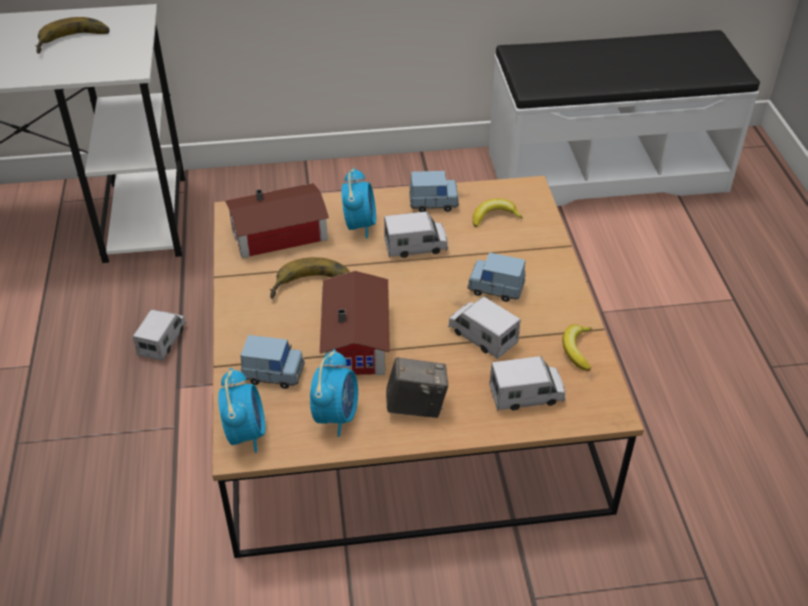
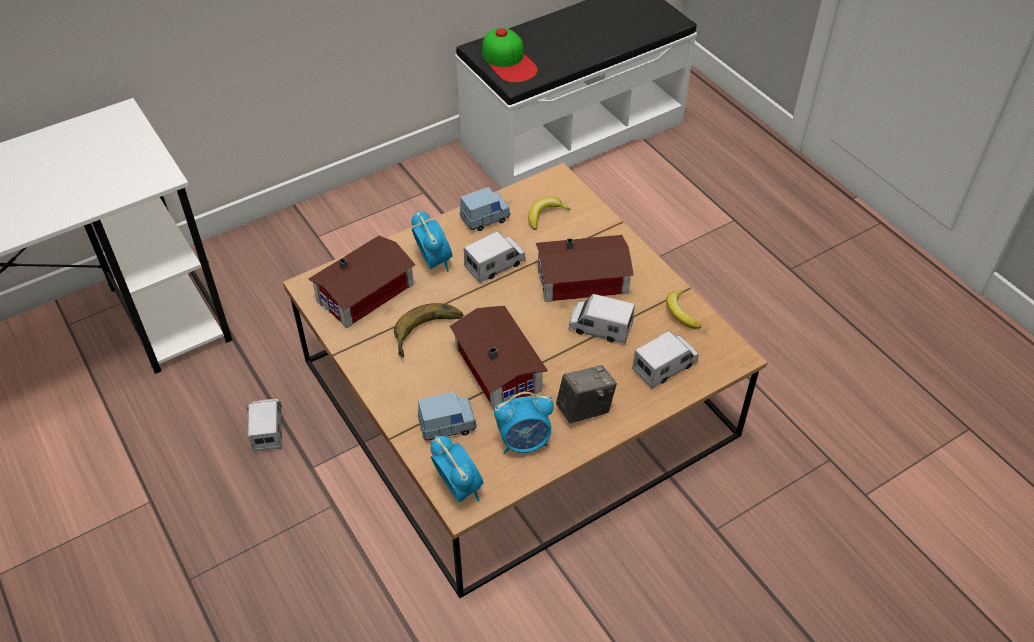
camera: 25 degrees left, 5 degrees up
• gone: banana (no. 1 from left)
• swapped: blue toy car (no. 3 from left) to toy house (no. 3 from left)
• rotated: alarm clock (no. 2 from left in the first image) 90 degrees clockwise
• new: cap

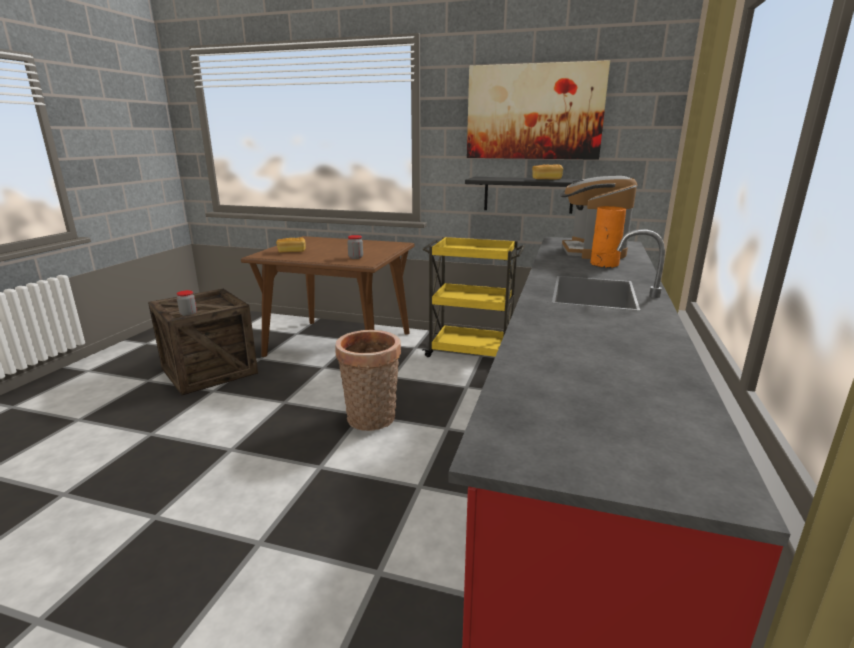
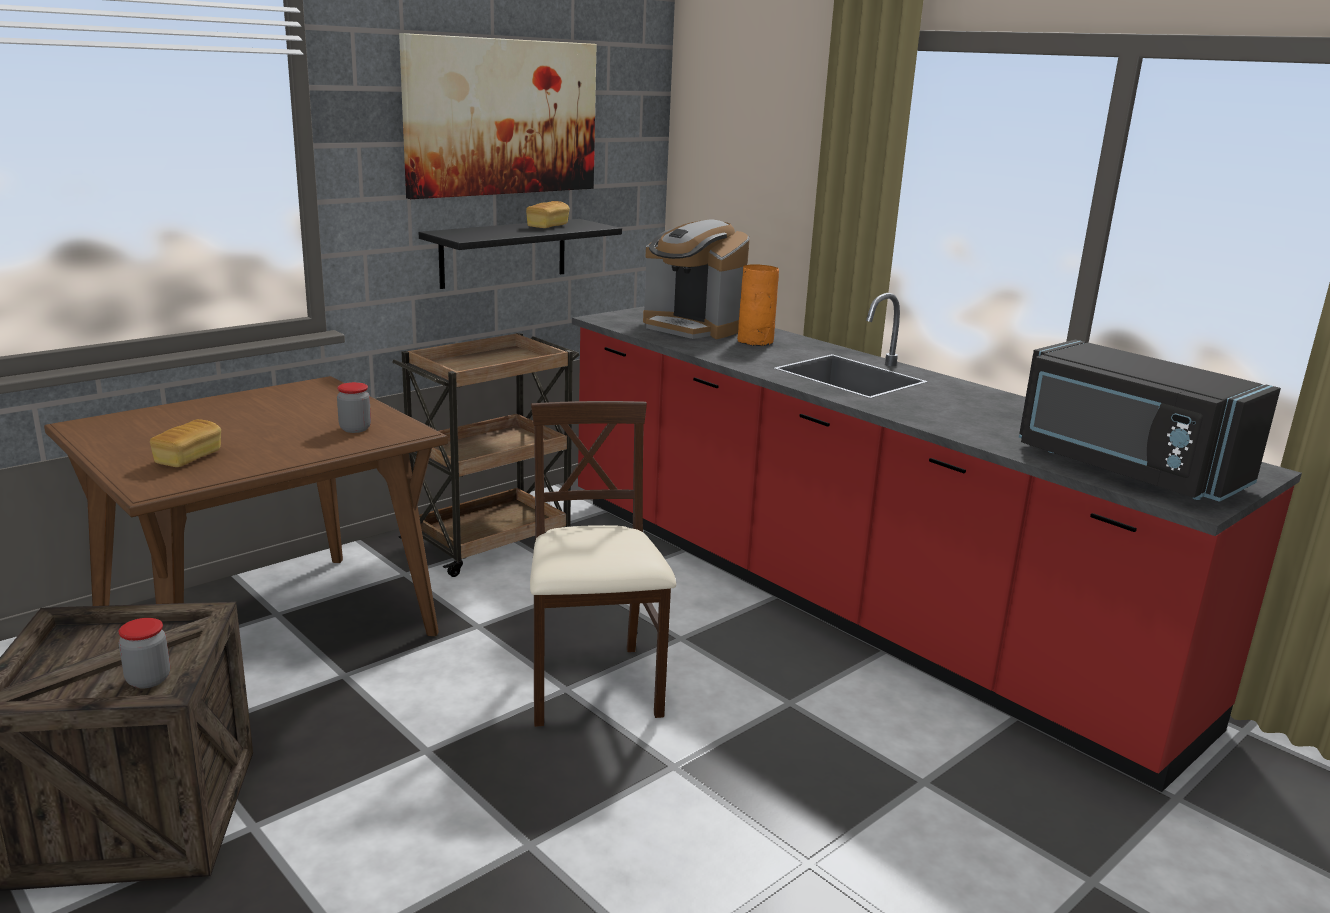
camera: 60 degrees left, 0 degrees up
• repainted: yellow cart to brown cart
• swapped: basket to beige chair
• new: black microwave

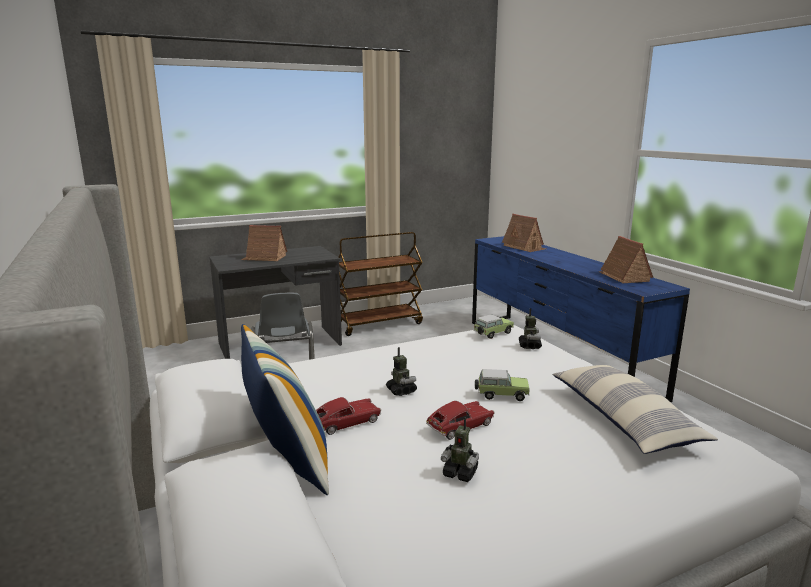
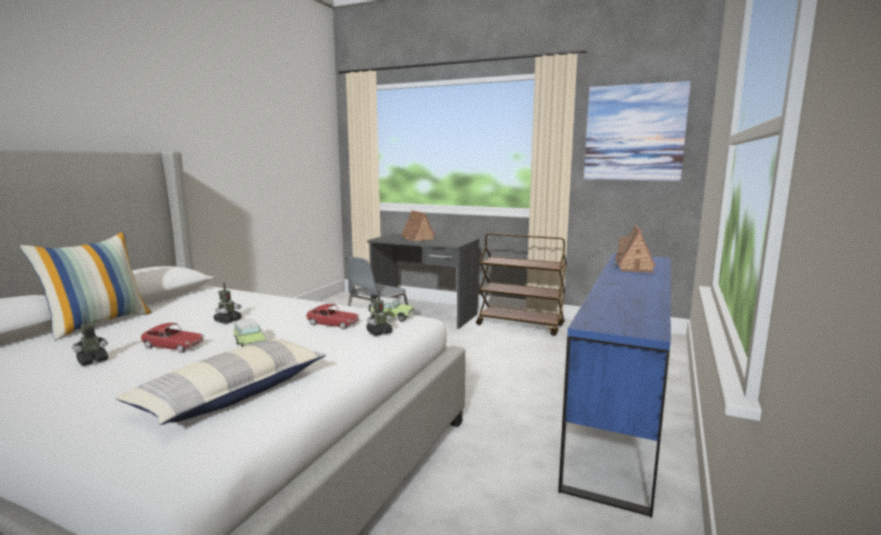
camera: 50 degrees right, 5 degrees down
• gone: toy house (no. 3 from left)
• shifted: toy car (no. 1 from left in the first image) to toy car (no. 3 from left)
• rotated: toy robot (no. 2 from left in the first image) 60 degrees clockwise
• new: picture

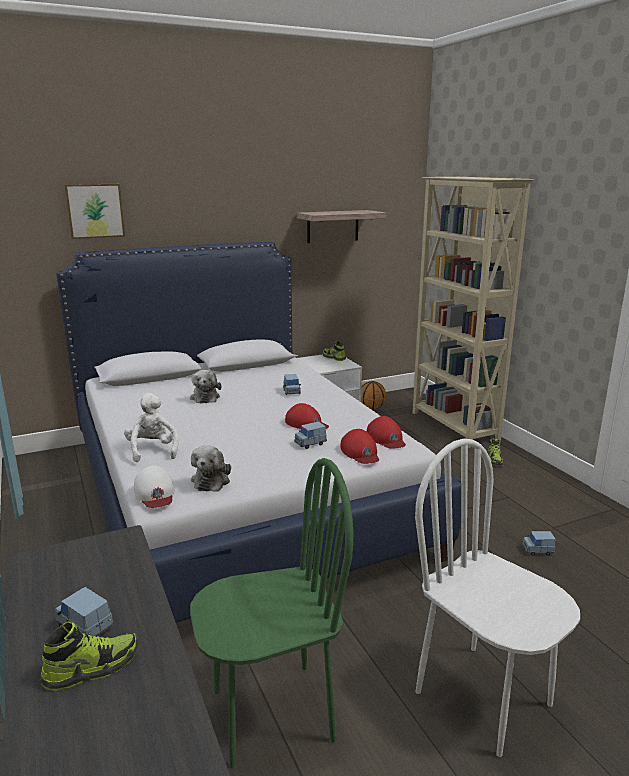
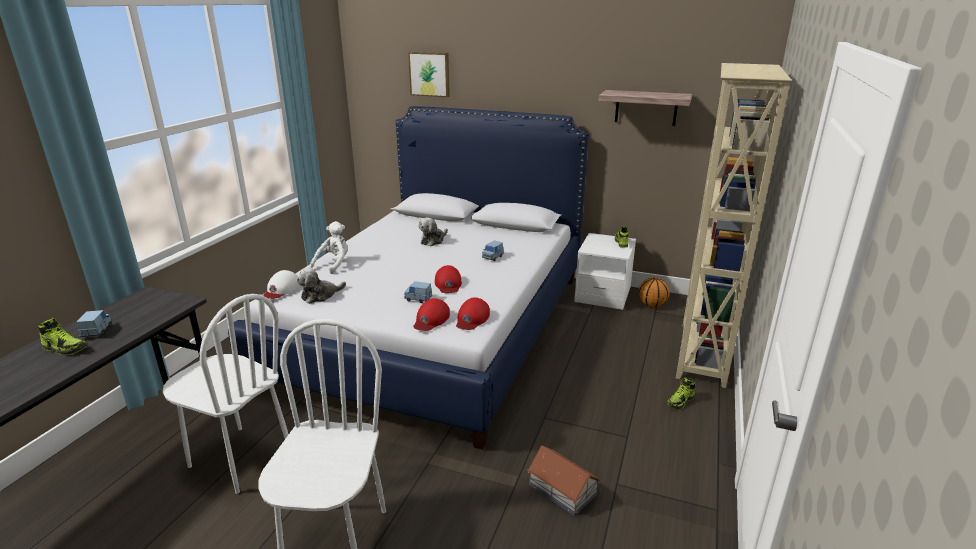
camera: 45 degrees right, 5 degrees up
• repainted: green chair to white chair (no. 1 from left)
• swapped: blue toy car (no. 4 from left) to toy house

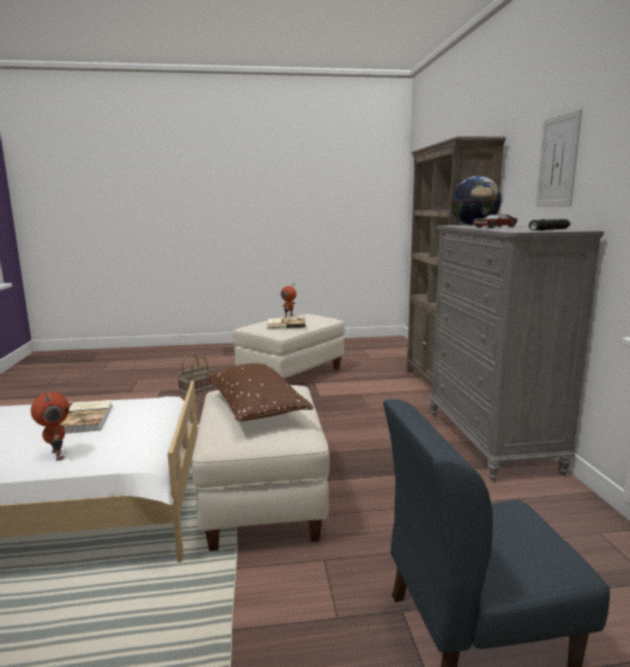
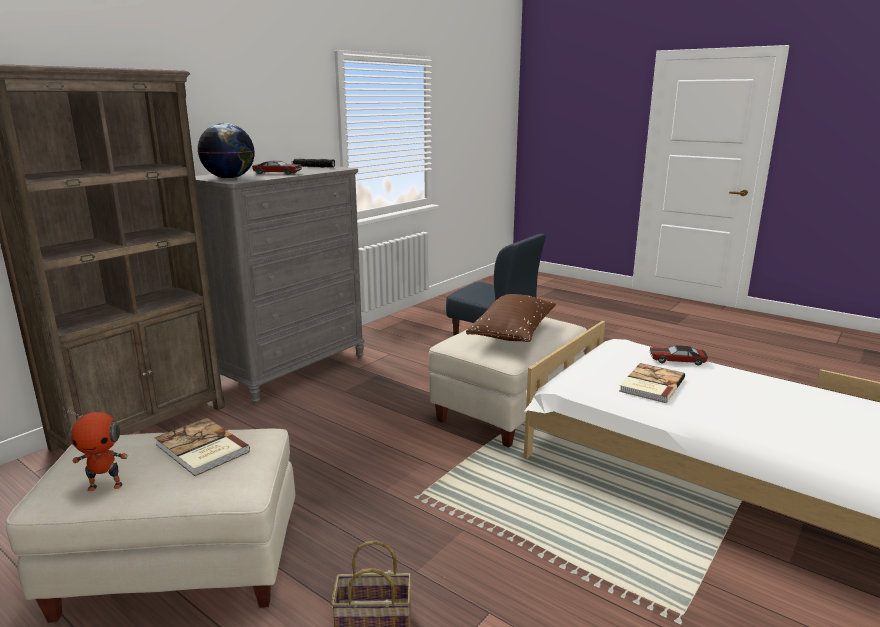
camera: 135 degrees left, 5 degrees up
• gone: picture
• swapped: toy robot (no. 1 from left) to toy car (no. 2 from left)

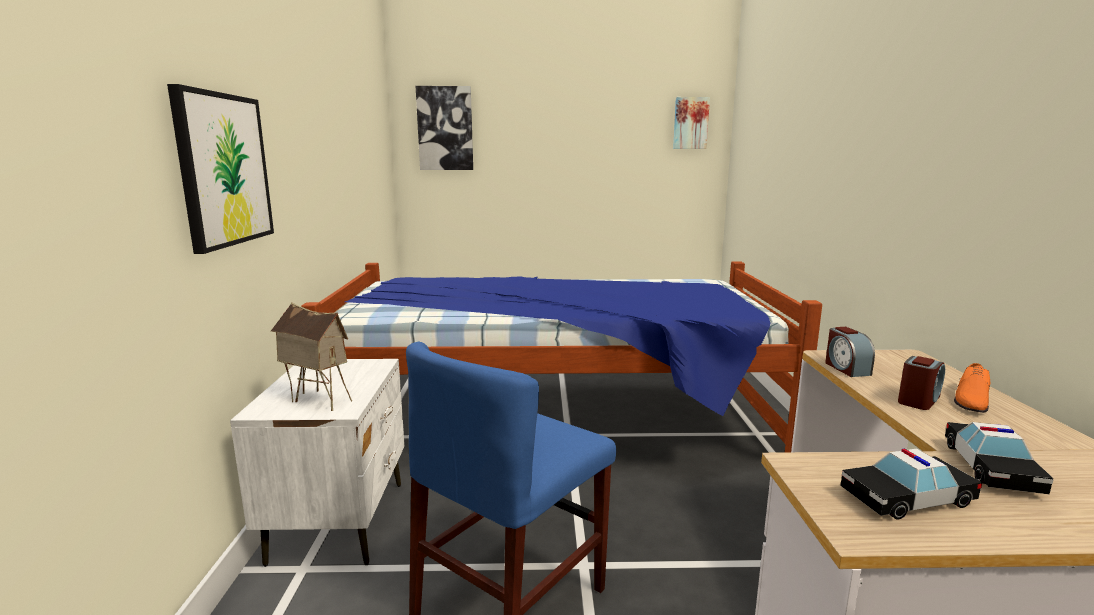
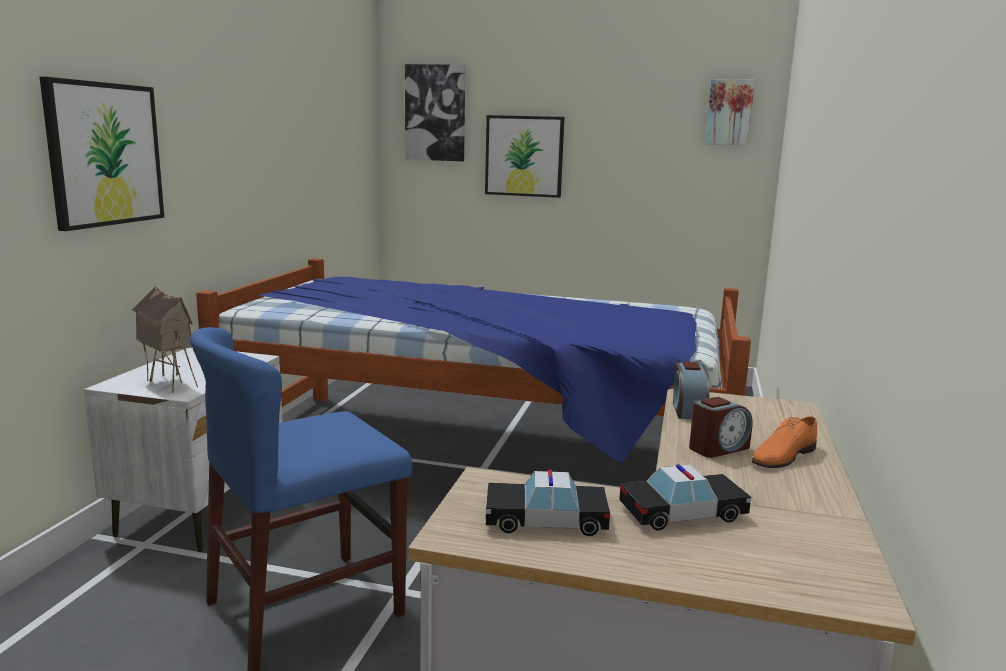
camera: 15 degrees right, 0 degrees up
• rotated: toy car (no. 2 from left) 135 degrees counterclockwise
• new: picture (no. 3 from left)

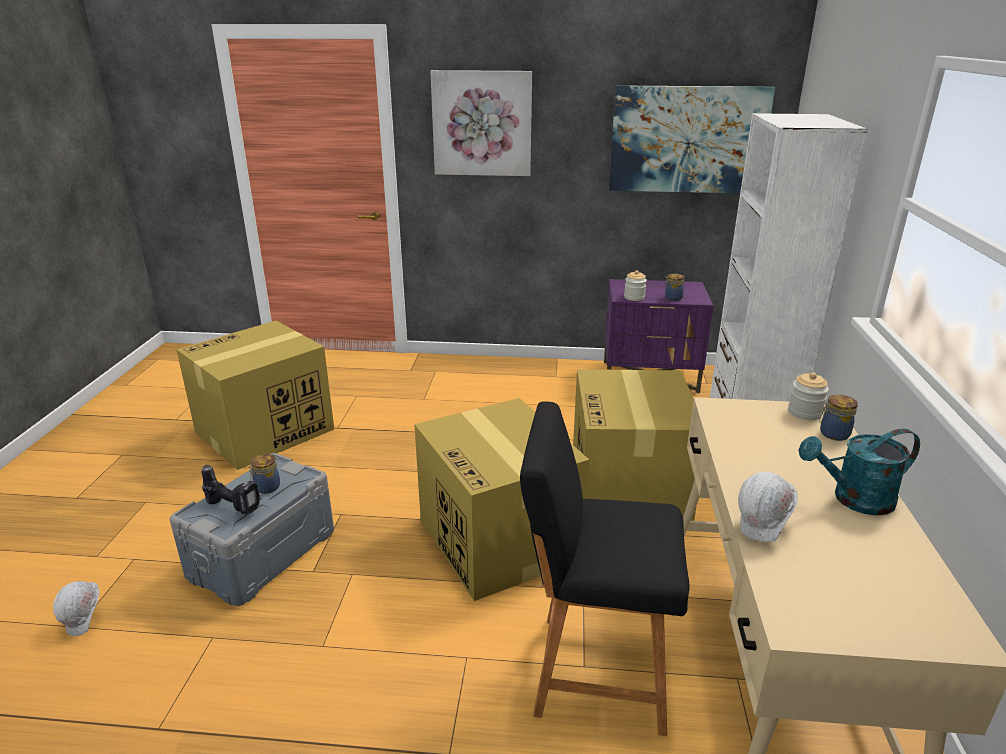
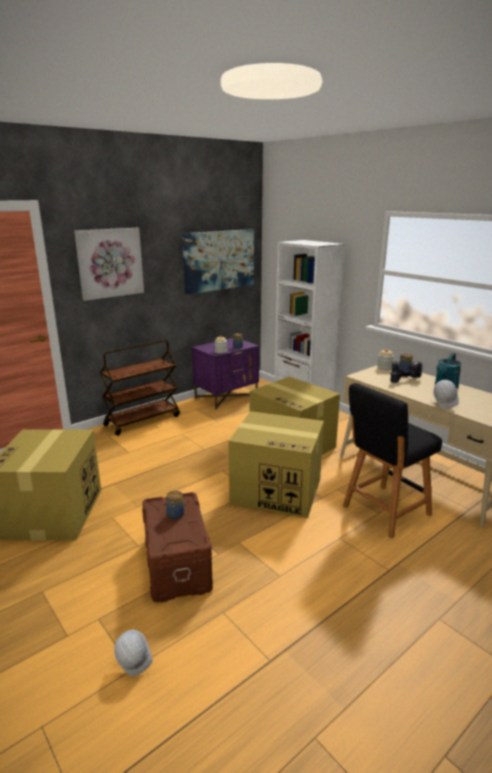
camera: 45 degrees left, 5 degrees down
• repainted: grey storage box to brown storage box
• shifted: power drill
• new: brown cart

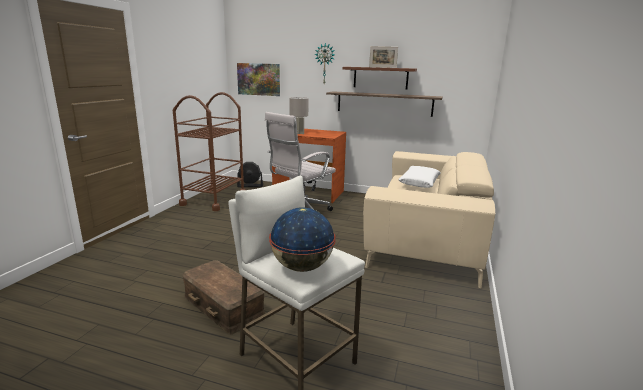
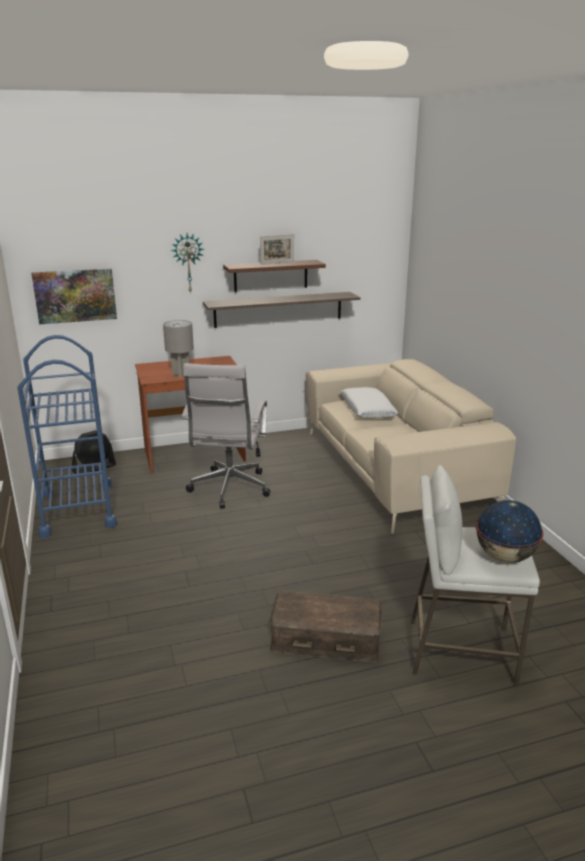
camera: 35 degrees left, 5 degrees up
• repainted: brown cart to blue cart

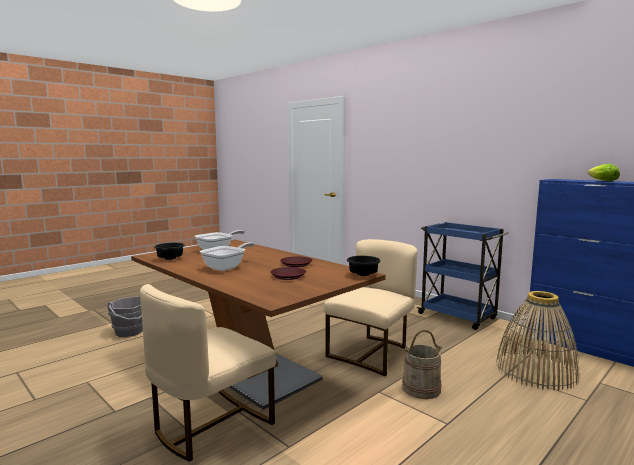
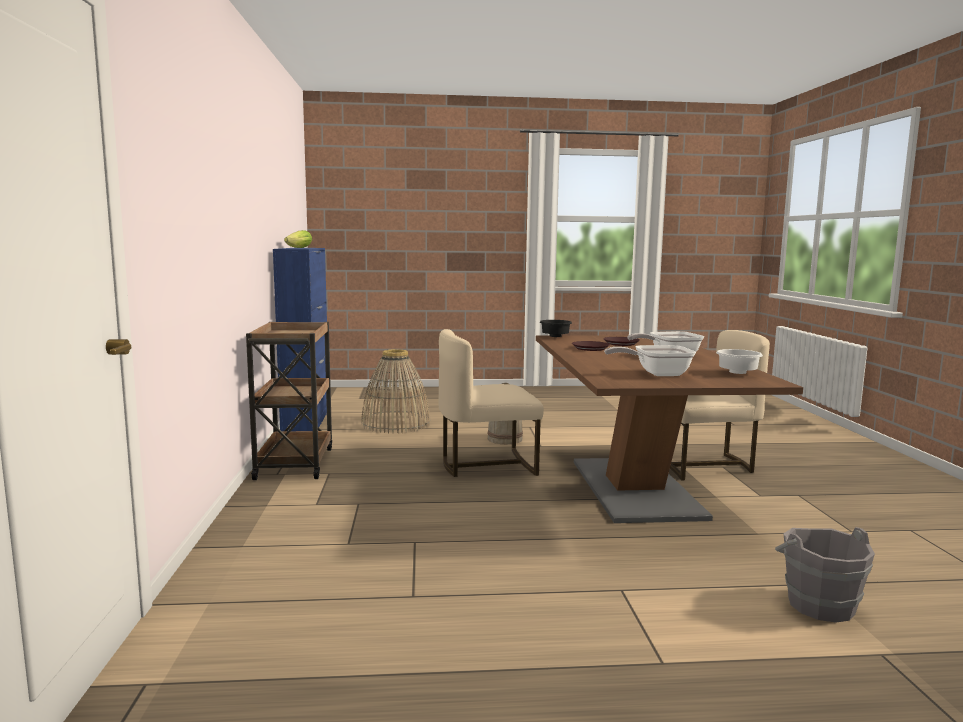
camera: 140 degrees left, 0 degrees up
• repainted: blue cart to brown cart
• repainted: black bowl (no. 1 from left) to white bowl

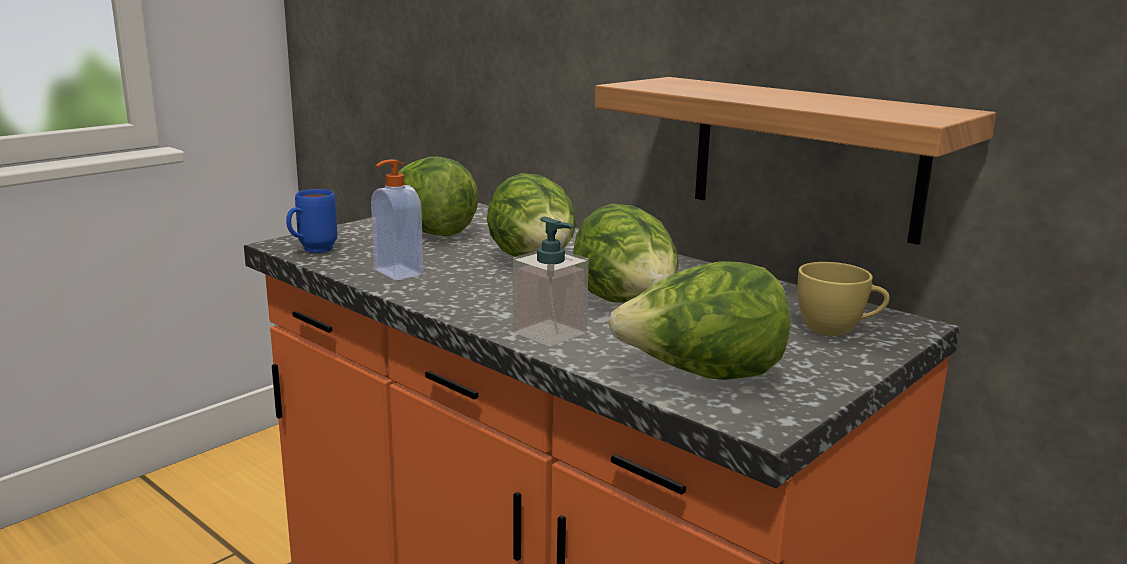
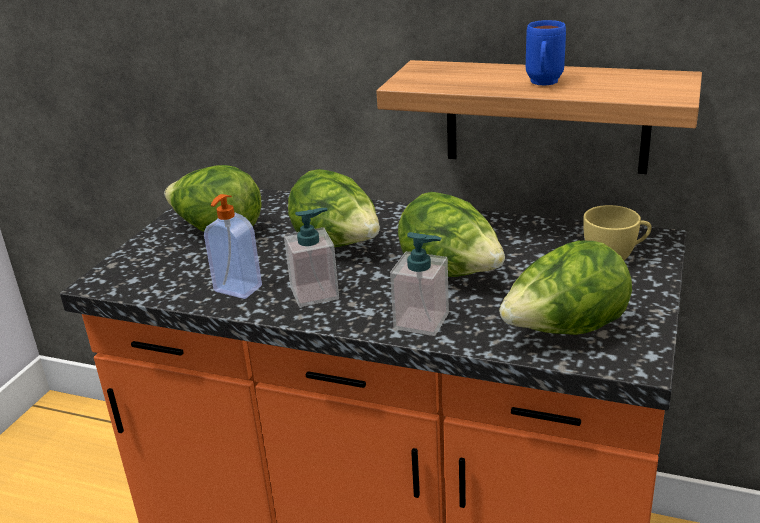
camera: 20 degrees left, 10 degrees up
• shifted: blue mug
• new: soap dispenser (no. 2 from left)

